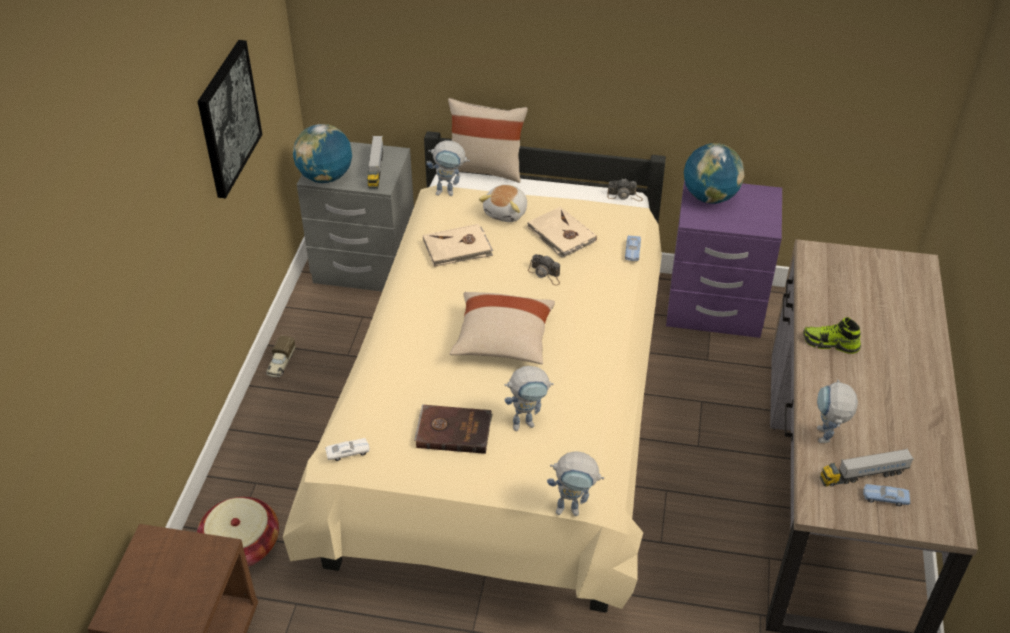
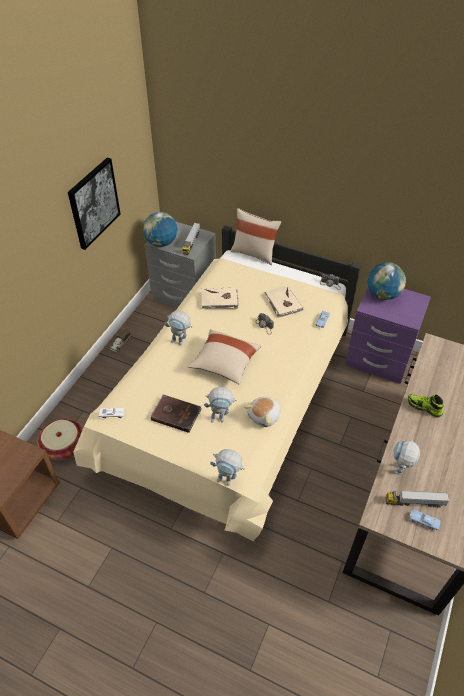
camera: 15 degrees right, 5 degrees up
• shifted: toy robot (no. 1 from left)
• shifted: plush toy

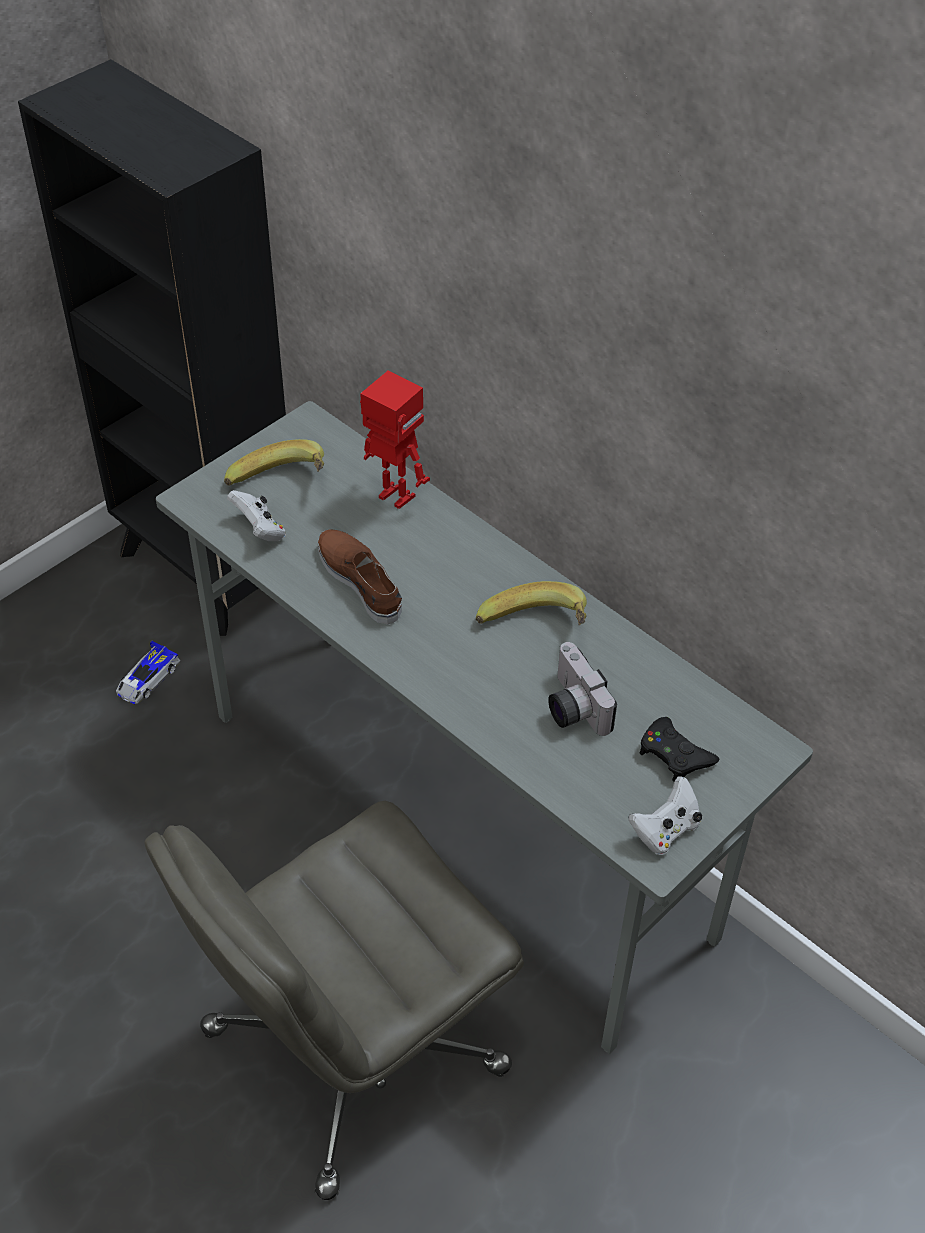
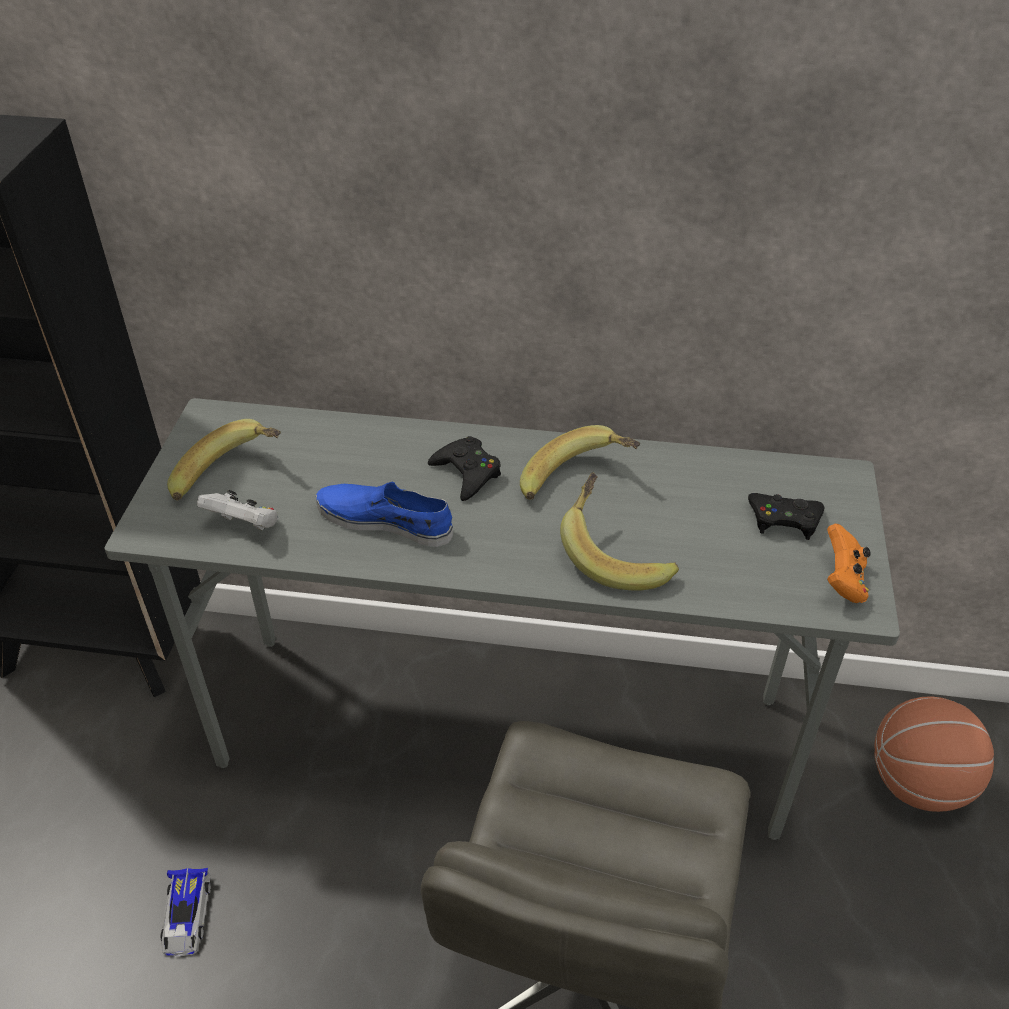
camera: 35 degrees left, 5 degrees down
• gone: toy robot
• repainted: brown shoe to blue shoe
• shifted: toy car
• gone: photo camera
• repainted: white game controller (no. 2 from left) to orange game controller
• new: black game controller (no. 1 from left)
• new: banana (no. 3 from left)
• new: basketball

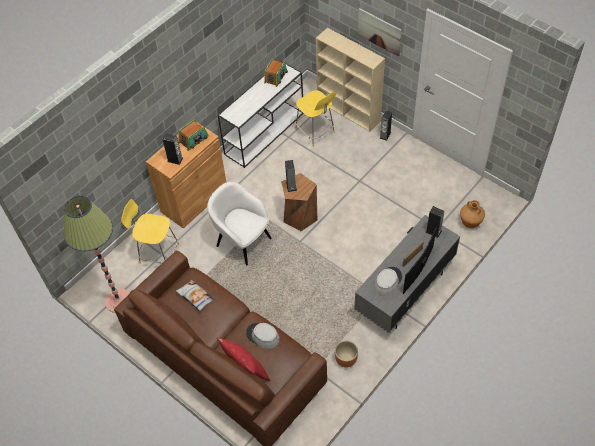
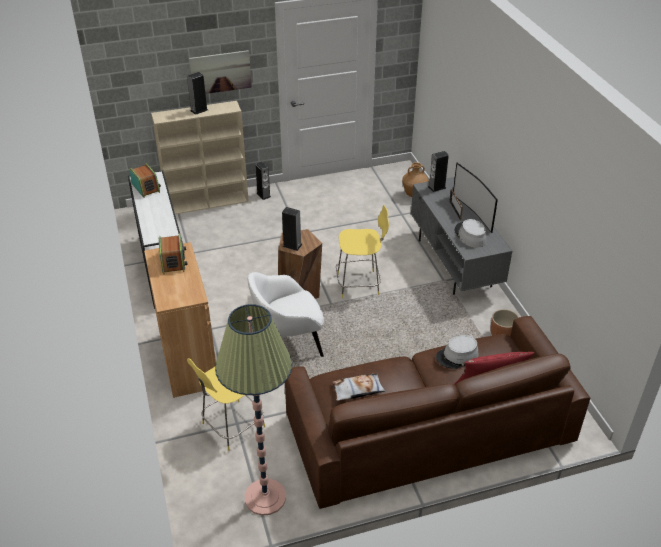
camera: 60 degrees left, 15 degrees down
• shifted: yellow stool (no. 2 from left)
• shifted: speaker (no. 1 from left)

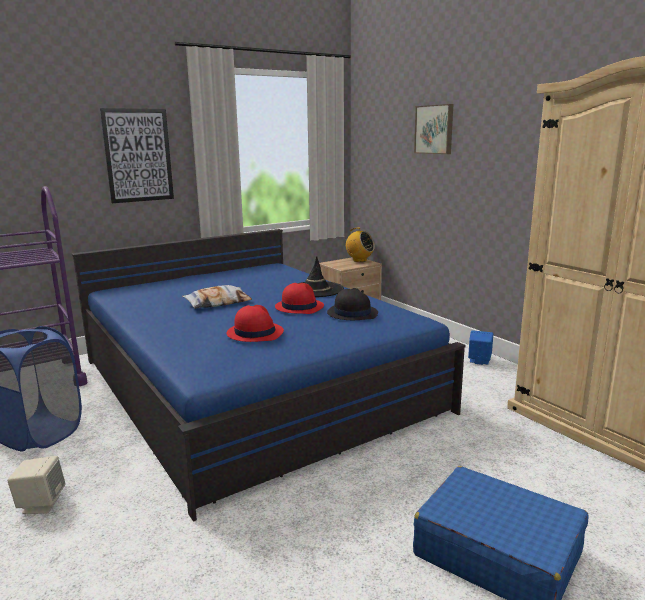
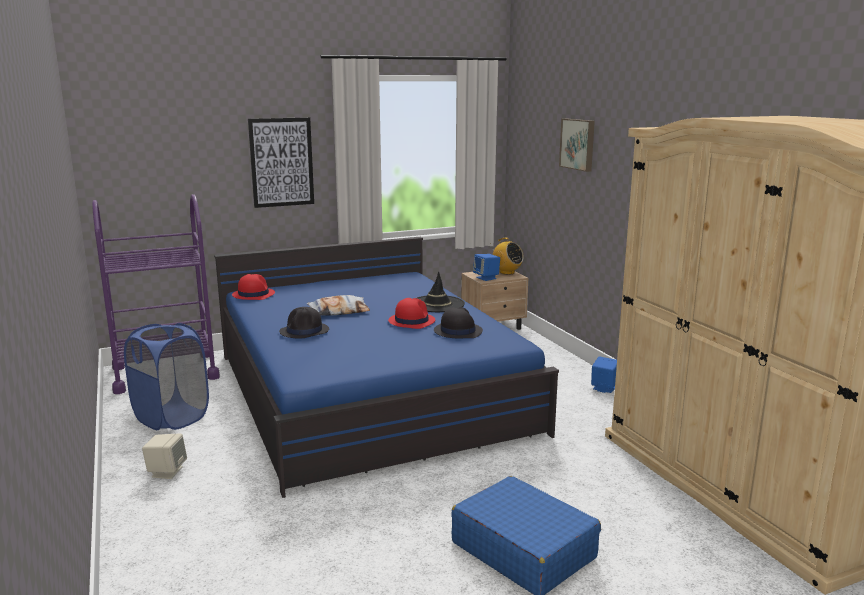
camera: 10 degrees right, 0 degrees up
• shifted: red hat (no. 1 from left)
• new: blue speaker (no. 1 from left)
• new: black hat (no. 1 from left)

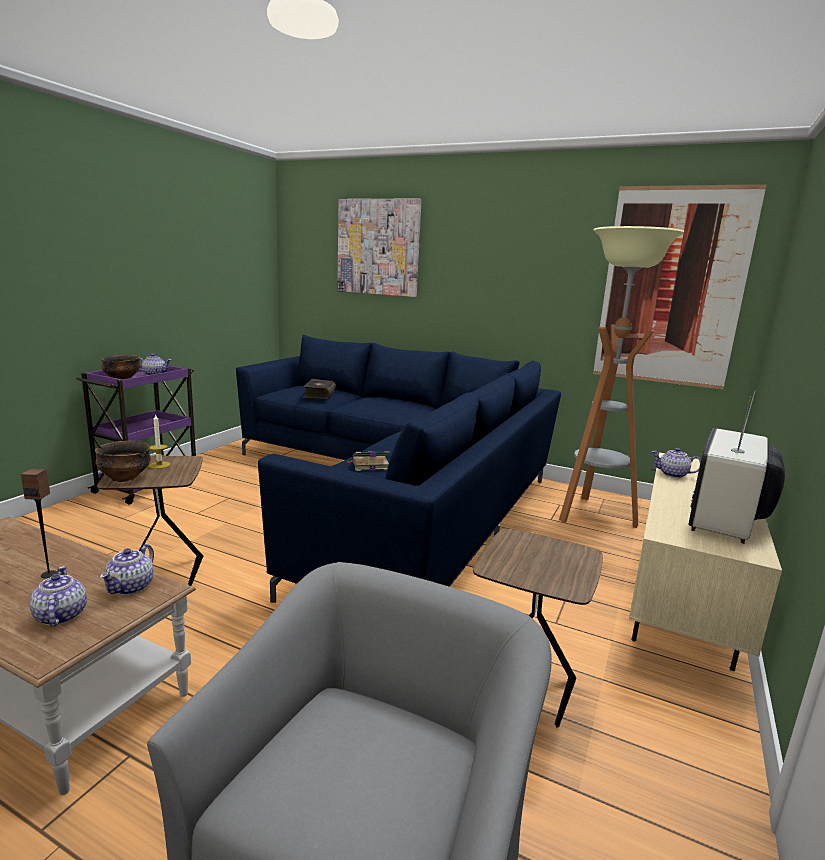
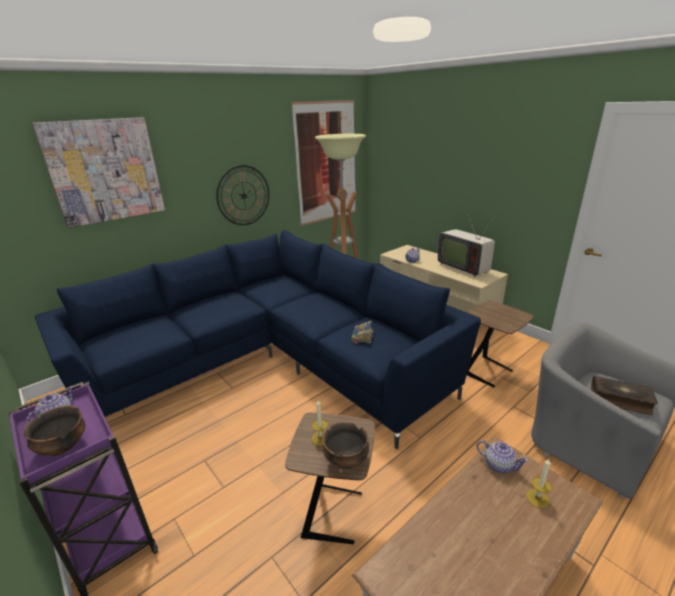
camera: 65 degrees left, 10 degrees up
• shifted: book (no. 1 from left in the first image) to book (no. 2 from left)
• gone: speaker
• swapped: teapot (no. 1 from left) to candle (no. 2 from left)
• new: wall clock

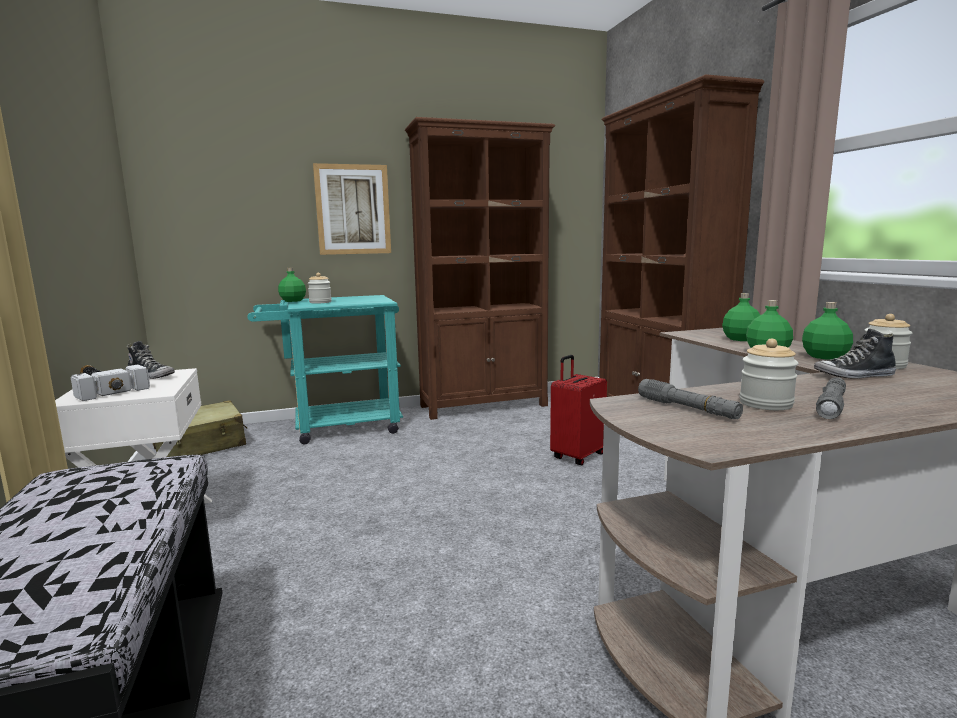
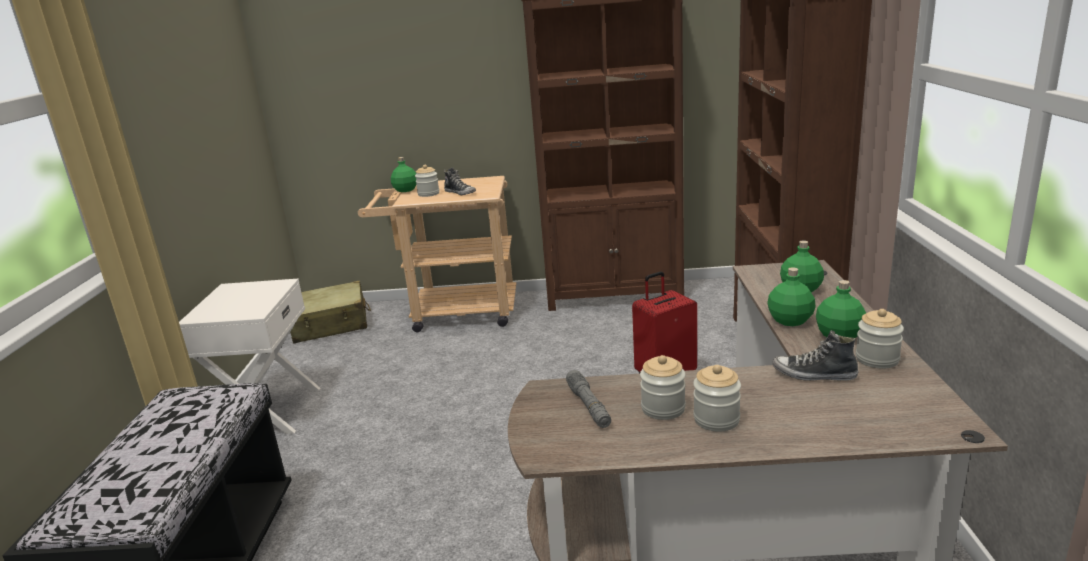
camera: 20 degrees right, 10 degrees up
• gone: picture
• repainted: turquoise cart to beige cart
• shifted: shoe (no. 1 from left)
• gone: hammer
• swapped: grey flashlight (no. 2 from left) to jar (no. 3 from left)

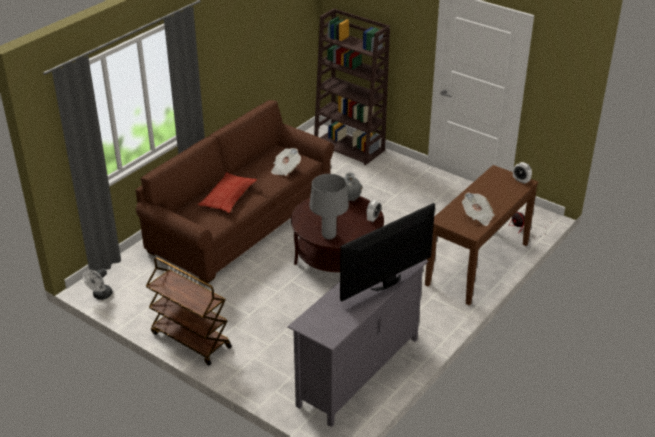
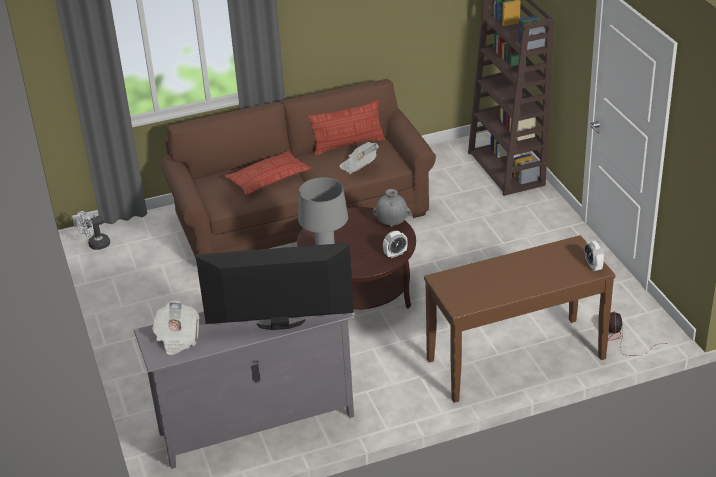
camera: 35 degrees right, 0 degrees up
• shifted: newspaper (no. 2 from left in the first image) to newspaper (no. 1 from left)
• gone: brown cart
• new: pillow (no. 2 from left)

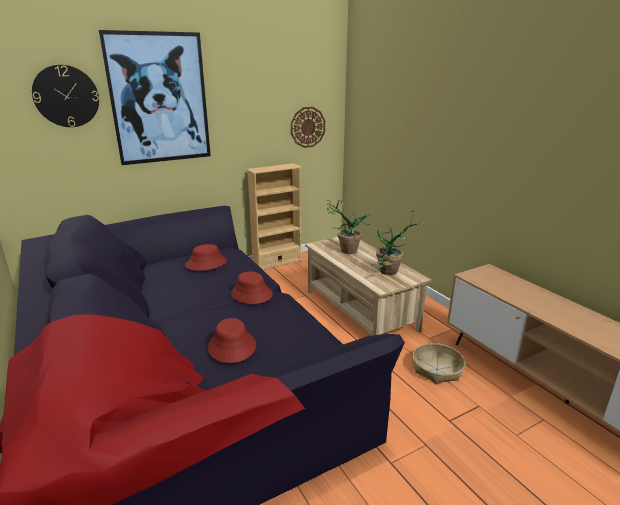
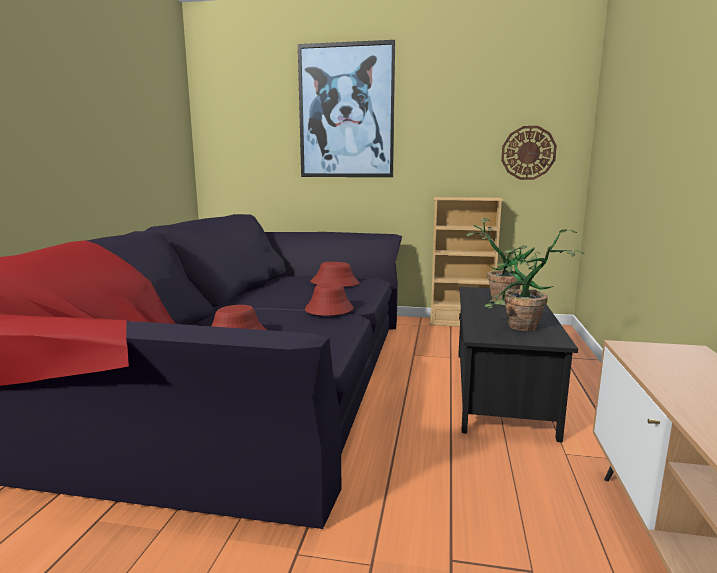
camera: 40 degrees right, 10 degrees down
• gone: wall clock (no. 1 from left)
• repainted: beige coffee table to black coffee table
• gone: basket

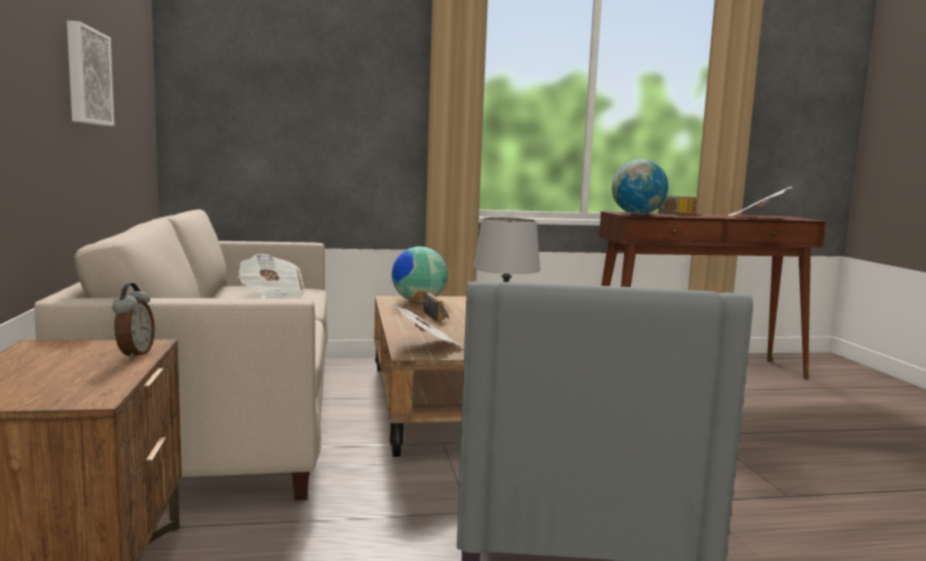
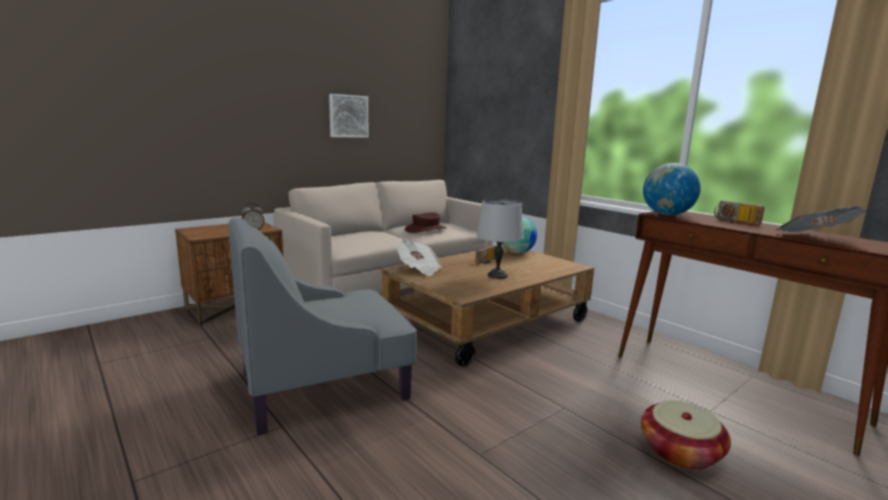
camera: 60 degrees right, 5 degrees up
• swapped: newspaper (no. 1 from left) to brown hat
• new: basket

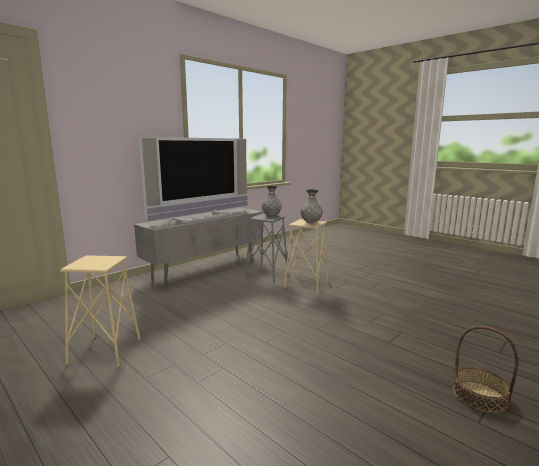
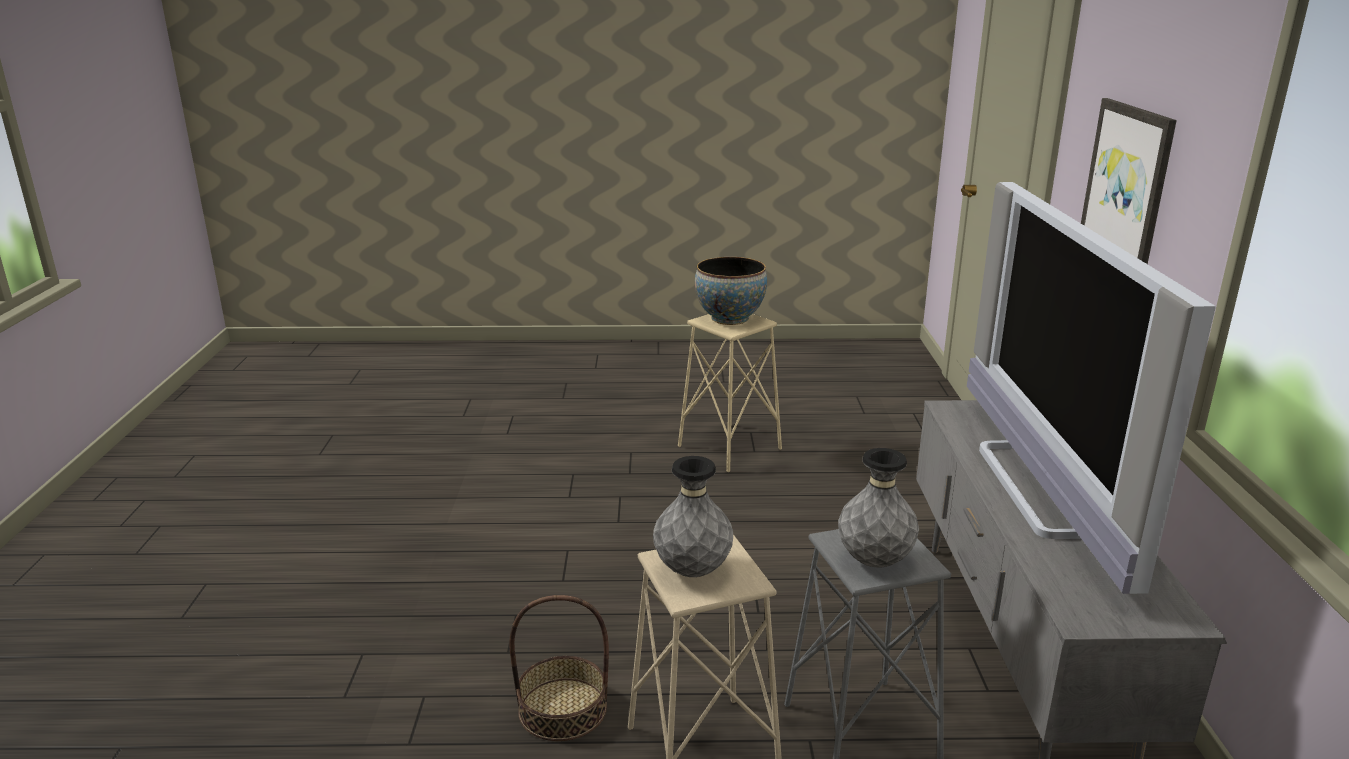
camera: 135 degrees right, 10 degrees up
• shifted: basket
• new: picture
• new: bowl

